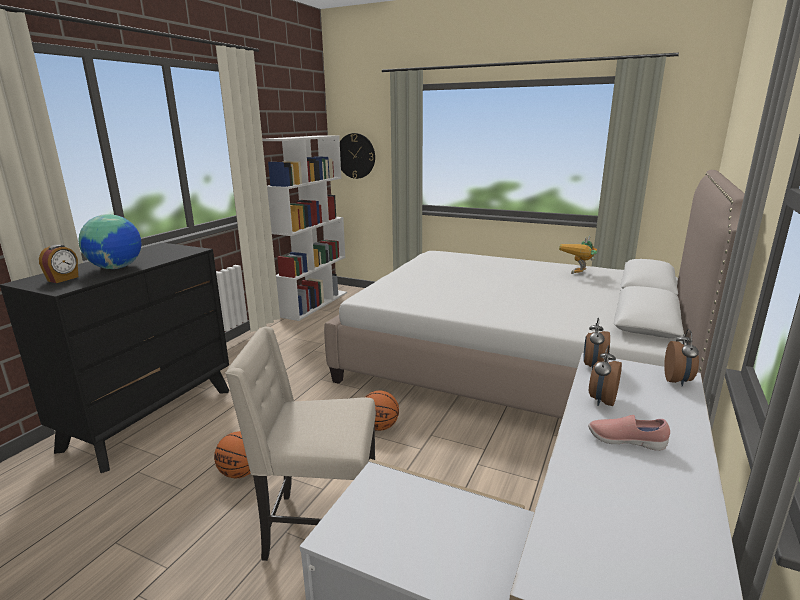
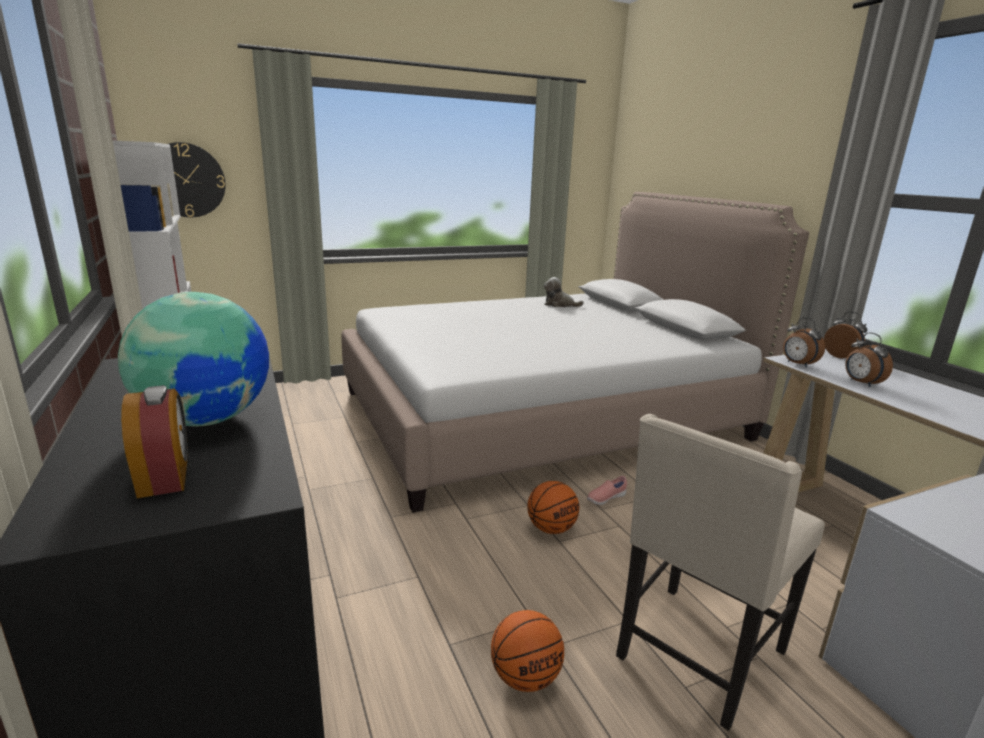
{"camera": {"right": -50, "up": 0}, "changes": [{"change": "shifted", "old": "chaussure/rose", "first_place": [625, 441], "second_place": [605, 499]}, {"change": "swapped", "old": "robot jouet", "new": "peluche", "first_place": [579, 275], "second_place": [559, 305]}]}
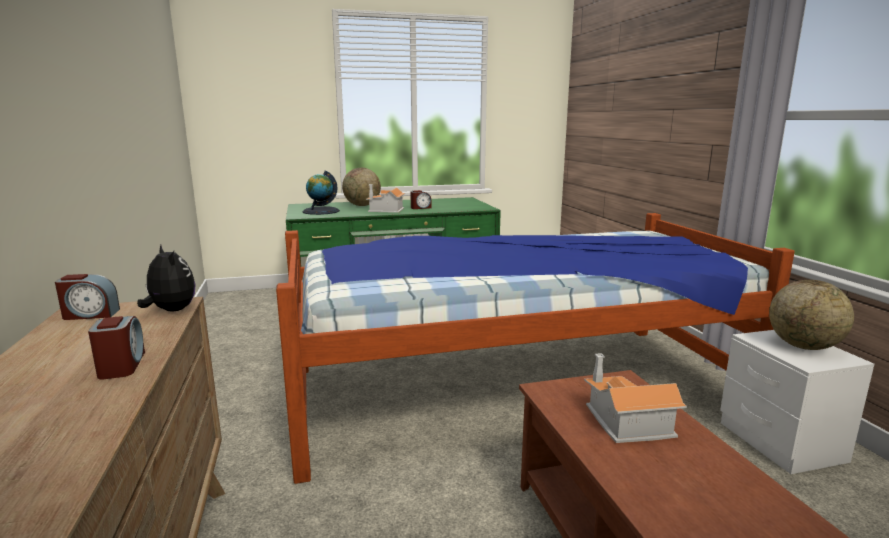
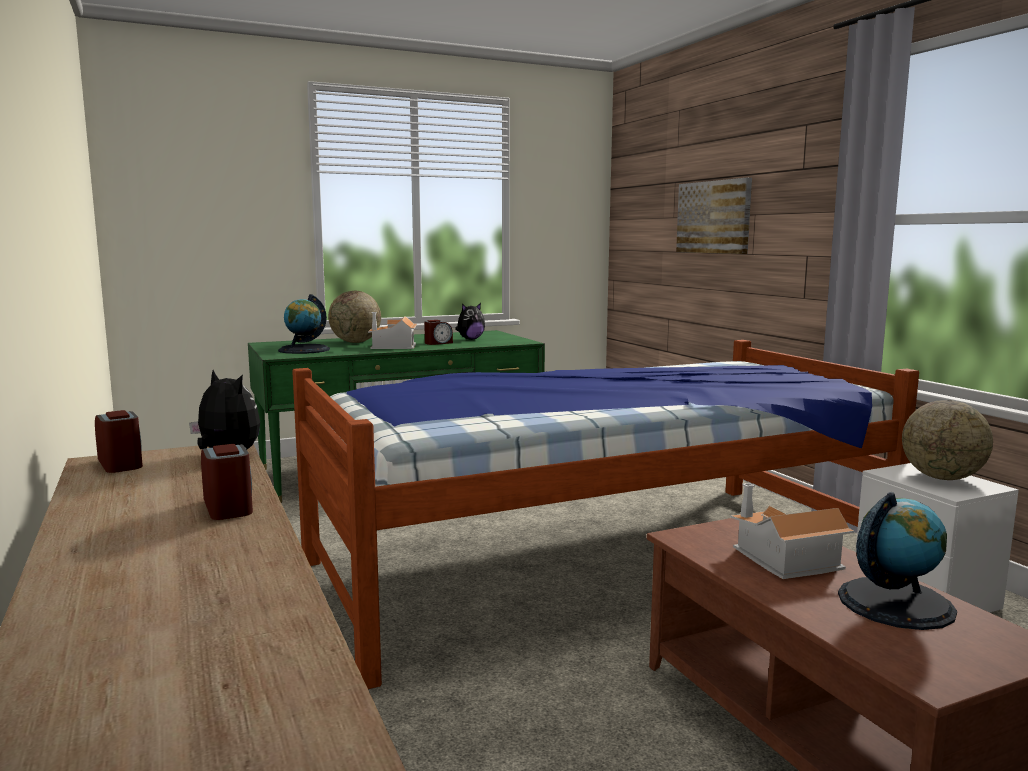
{"camera": {"right": -10, "up": -5}, "changes": [{"change": "new", "new": "peluche", "second_place": [470, 339]}, {"change": "new", "new": "tableau", "second_place": [714, 217]}, {"change": "new", "new": "globe", "second_place": [895, 603]}, {"change": "rotated", "old": "réveil", "first_place": [90, 314], "second_place": [121, 463], "degrees": -105}]}
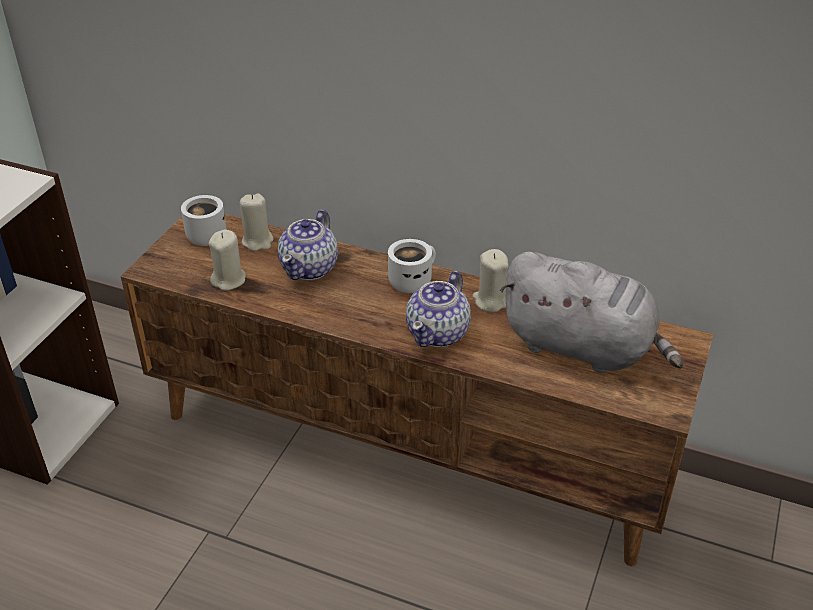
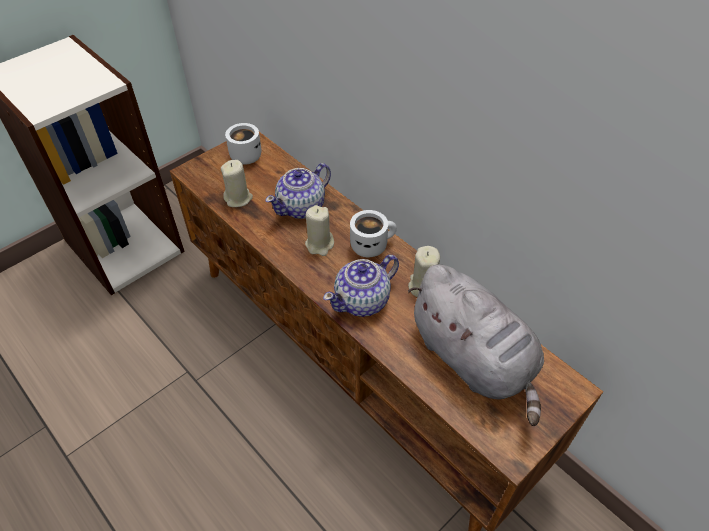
{"camera": {"right": 25, "up": 10}, "changes": [{"change": "shifted", "old": "bougie/beige", "first_place": [258, 241], "second_place": [319, 244]}]}
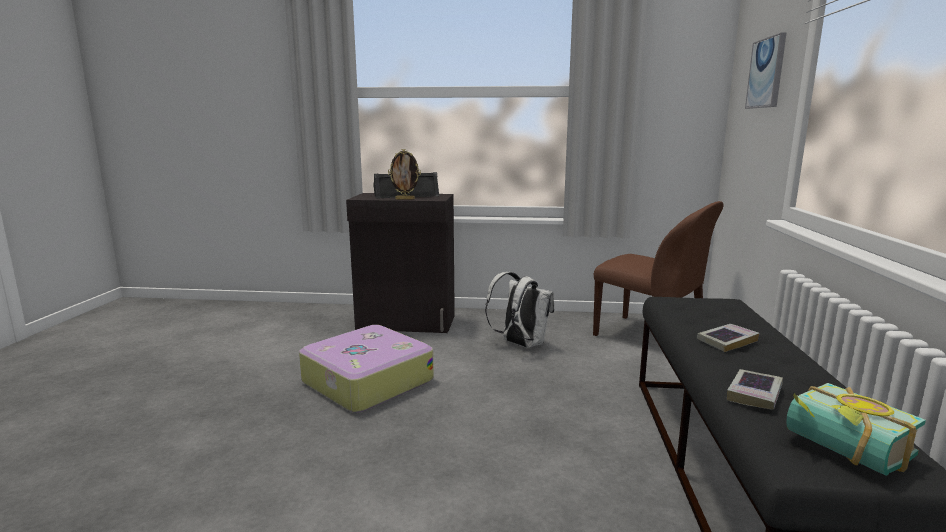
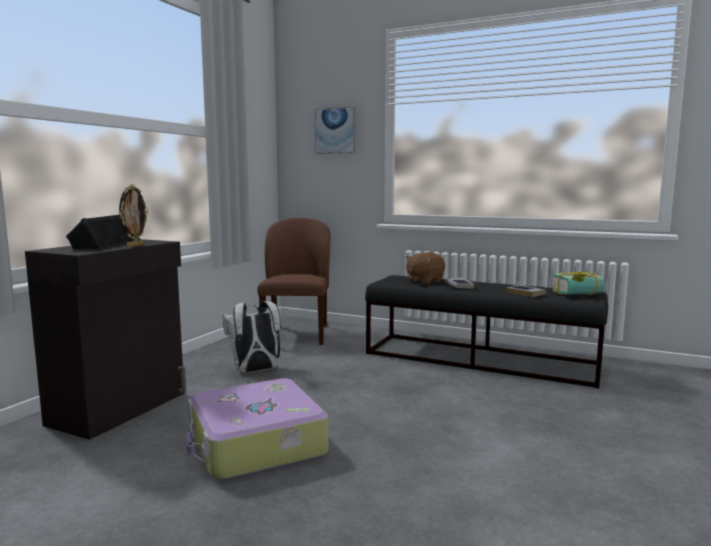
{"camera": {"right": -70, "up": -5}, "changes": [{"change": "new", "new": "peluche/marron", "second_place": [424, 281]}, {"change": "rotated", "old": "chaise/marron", "first_place": [651, 337], "second_place": [297, 334], "degrees": -60}]}
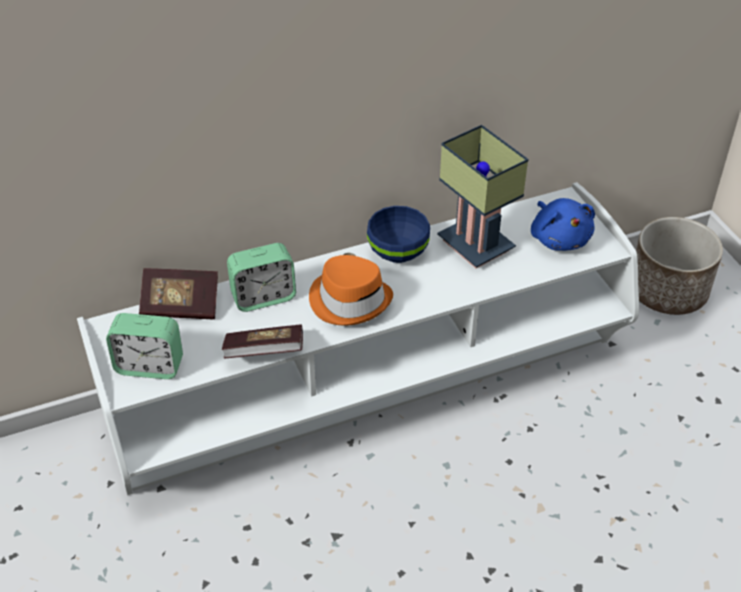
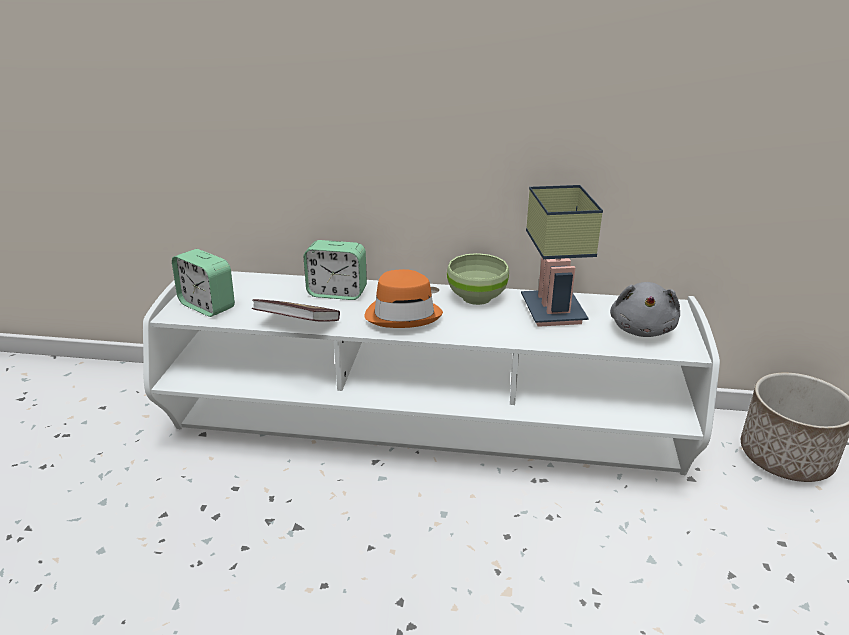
{"camera": {"right": 30, "up": -15}, "changes": [{"change": "gone", "old": "livre", "first_place": [180, 306]}, {"change": "repainted", "old": "bol/bleu", "new": "bol/vert", "first_place": [398, 252], "second_place": [478, 297]}, {"change": "repainted", "old": "peluche/bleu", "new": "peluche/gris", "first_place": [559, 238], "second_place": [642, 329]}]}
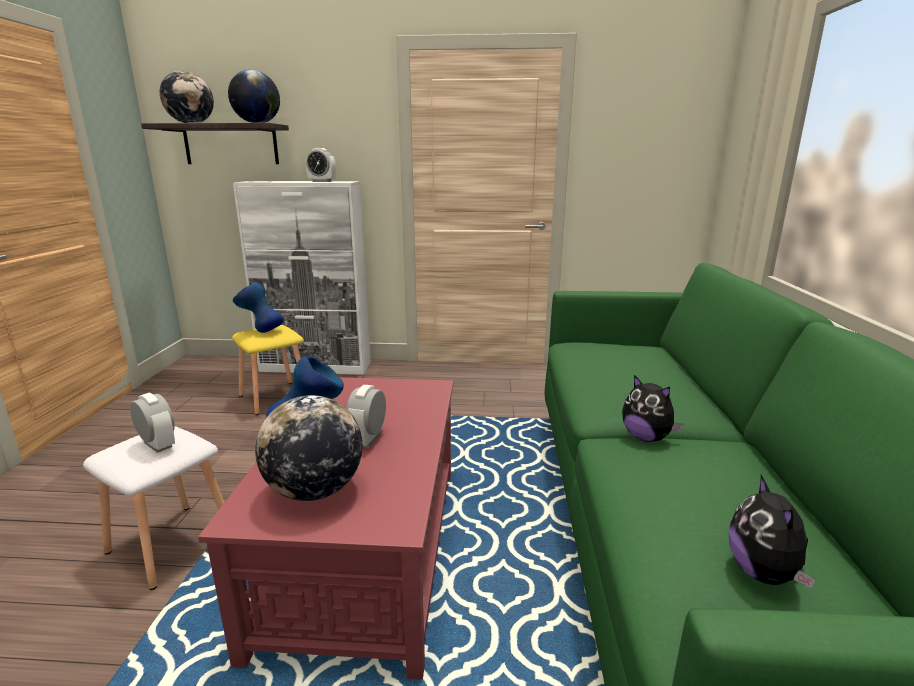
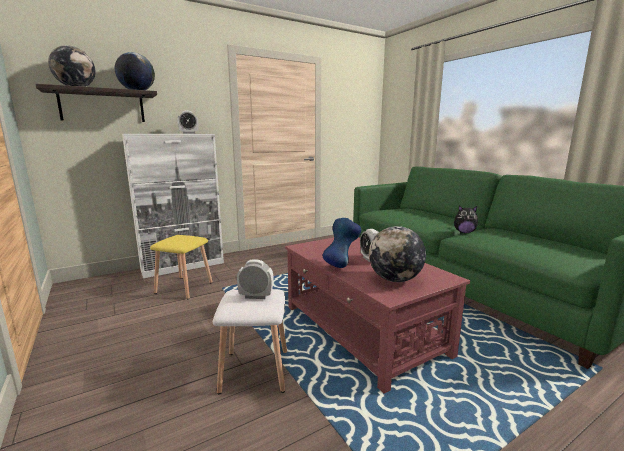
{"camera": {"right": -35, "up": -5}, "changes": [{"change": "gone", "old": "vase/bleu", "first_place": [261, 331]}, {"change": "gone", "old": "peluche", "first_place": [763, 573]}]}
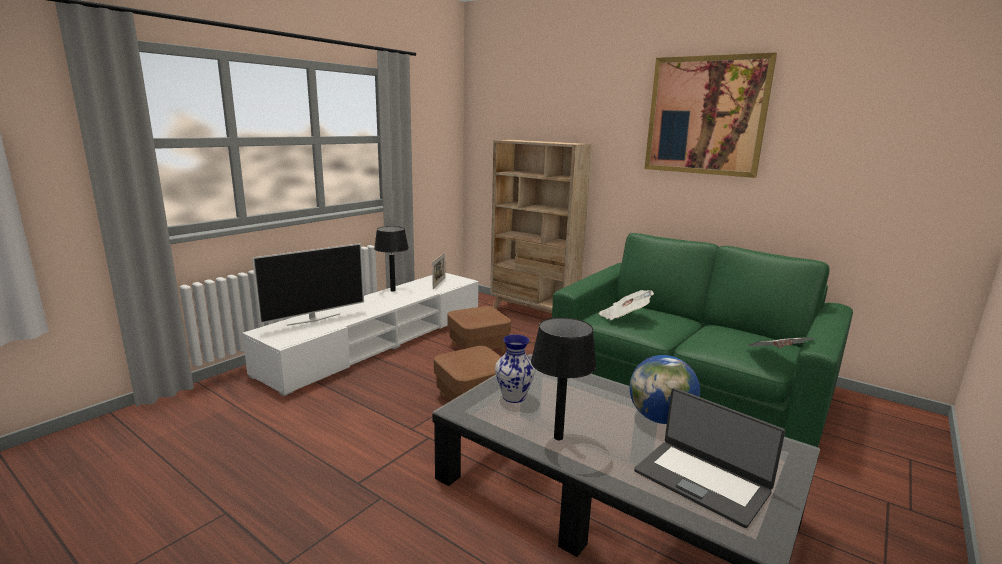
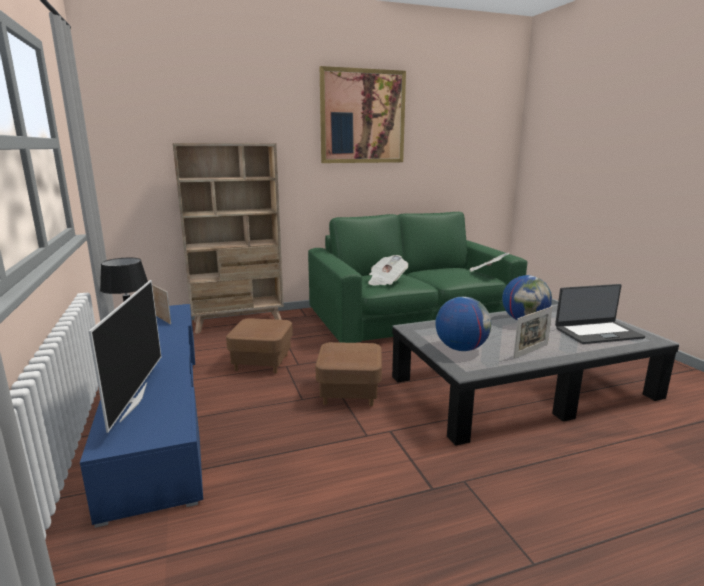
{"camera": {"right": -55, "up": 0}, "changes": [{"change": "swapped", "old": "vase", "new": "globe", "first_place": [513, 396], "second_place": [461, 348]}, {"change": "swapped", "old": "lampe de table/noir", "new": "cadre photo", "first_place": [559, 437], "second_place": [530, 351]}, {"change": "repainted", "old": "meuble télé/blanc", "new": "meuble télé/bleu", "first_place": [380, 341], "second_place": [160, 404]}]}
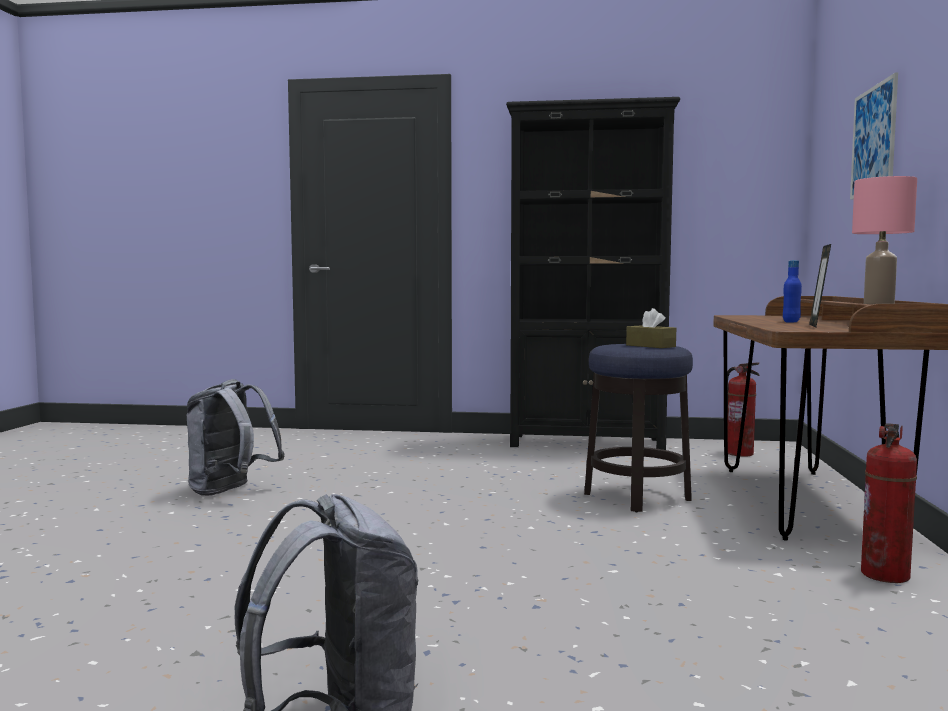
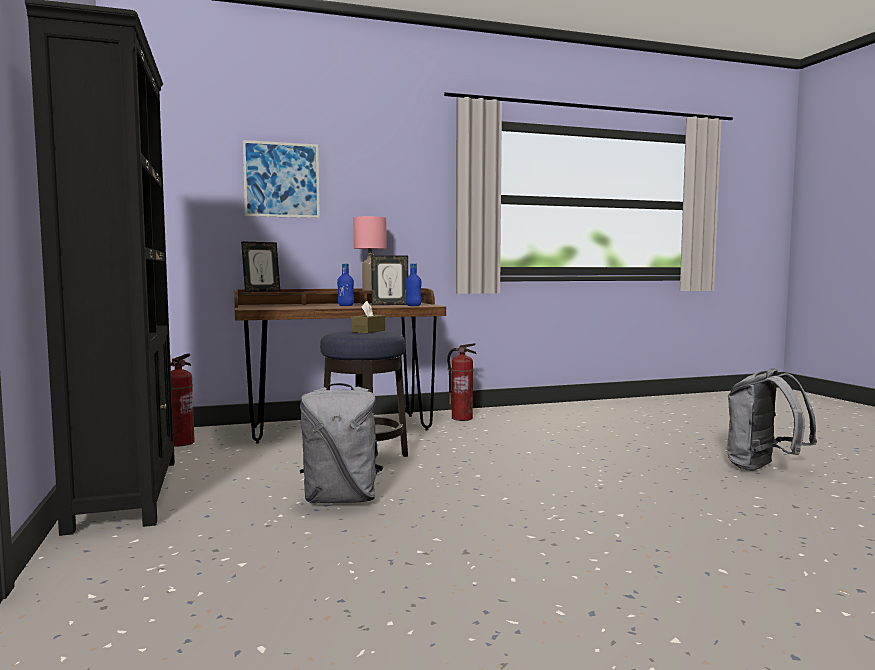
{"camera": {"right": -115, "up": 0}, "changes": [{"change": "new", "new": "cadre photo", "second_place": [261, 291]}, {"change": "new", "new": "bouteille/bleu", "second_place": [413, 306]}, {"change": "shifted", "old": "sac à dos/gris", "first_place": [230, 491], "second_place": [341, 499]}]}
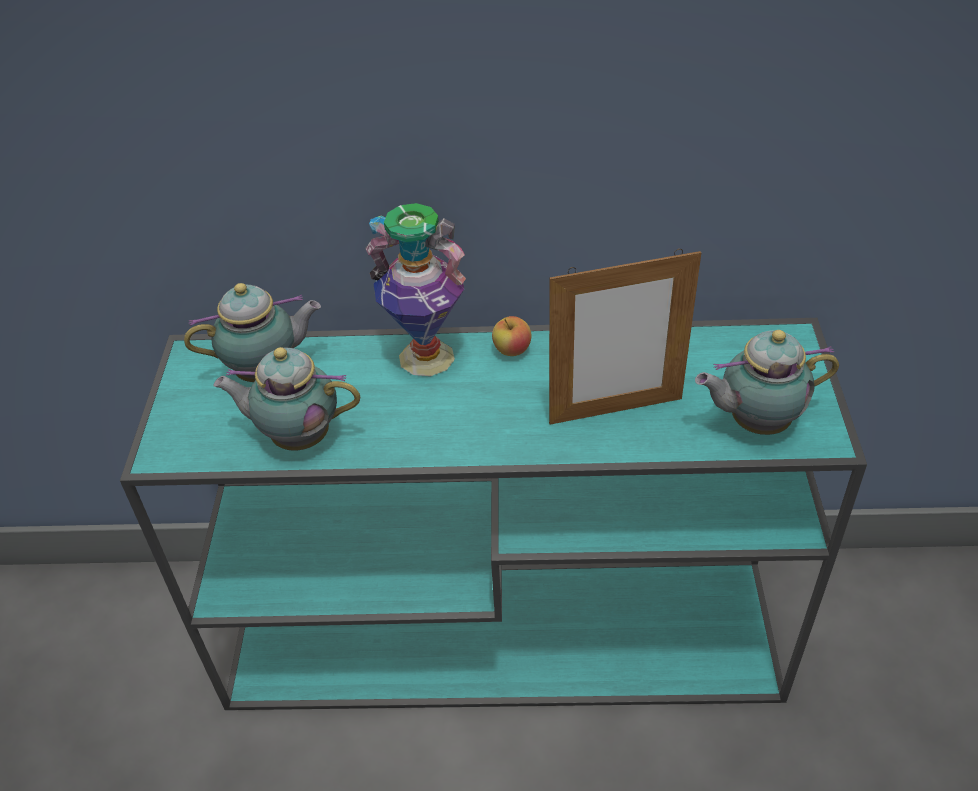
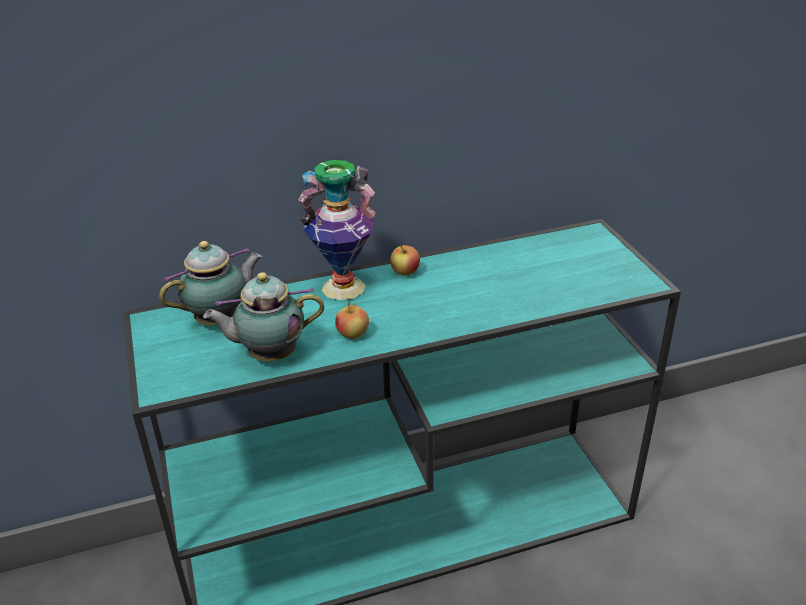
{"camera": {"right": -20, "up": -10}, "changes": [{"change": "gone", "old": "cadre photo", "first_place": [615, 410]}, {"change": "gone", "old": "théière", "first_place": [755, 422]}, {"change": "new", "new": "pomme", "second_place": [352, 334]}]}
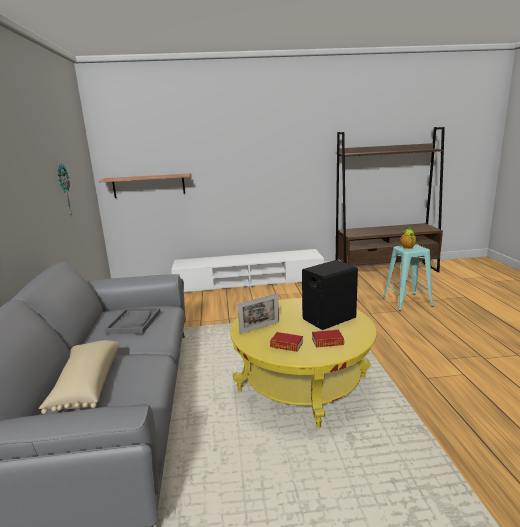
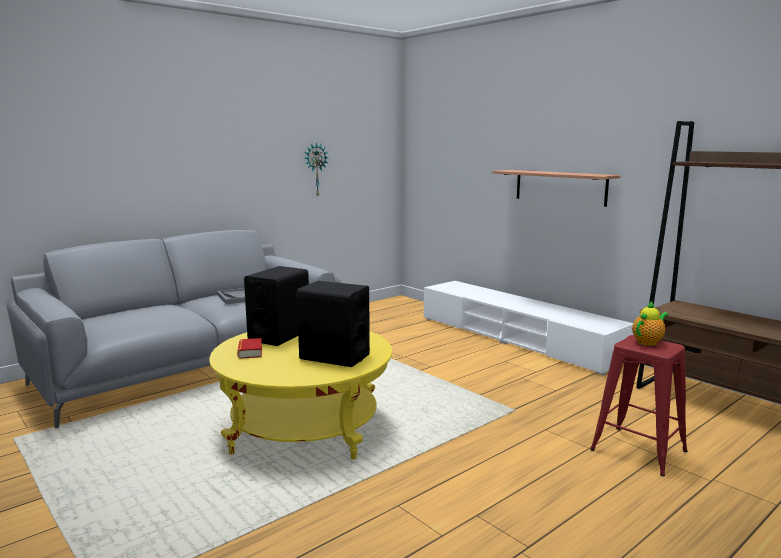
{"camera": {"right": 55, "up": -5}, "changes": [{"change": "gone", "old": "coussin/beige", "first_place": [86, 385]}, {"change": "gone", "old": "livre", "first_place": [327, 342]}, {"change": "shifted", "old": "étagère", "first_place": [149, 185], "second_place": [560, 187]}, {"change": "swapped", "old": "cadre photo", "new": "enceinte/noir", "first_place": [259, 328], "second_place": [279, 335]}, {"change": "repainted", "old": "tabouret/turquoise", "new": "tabouret/rouge", "first_place": [407, 302], "second_place": [638, 450]}]}
